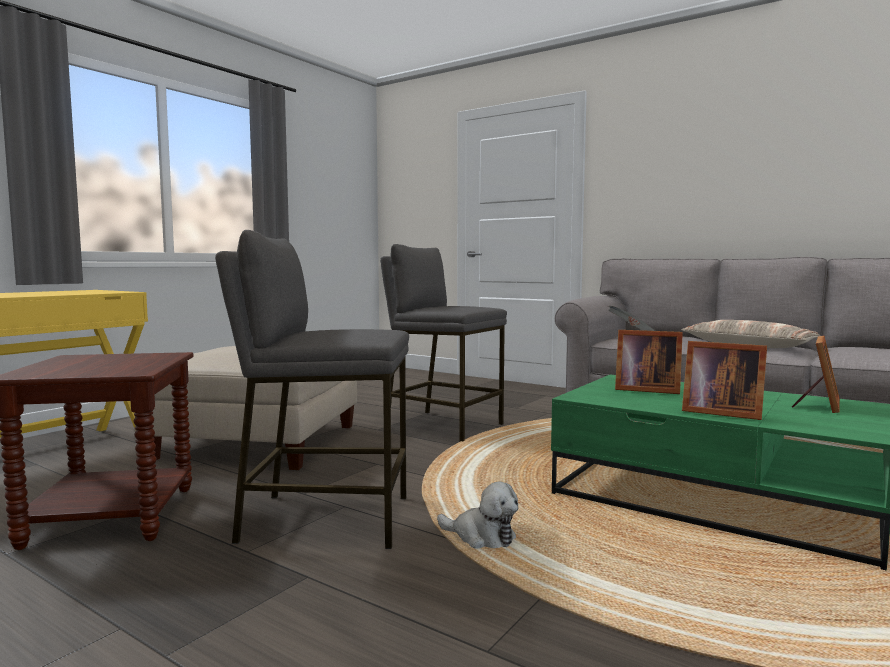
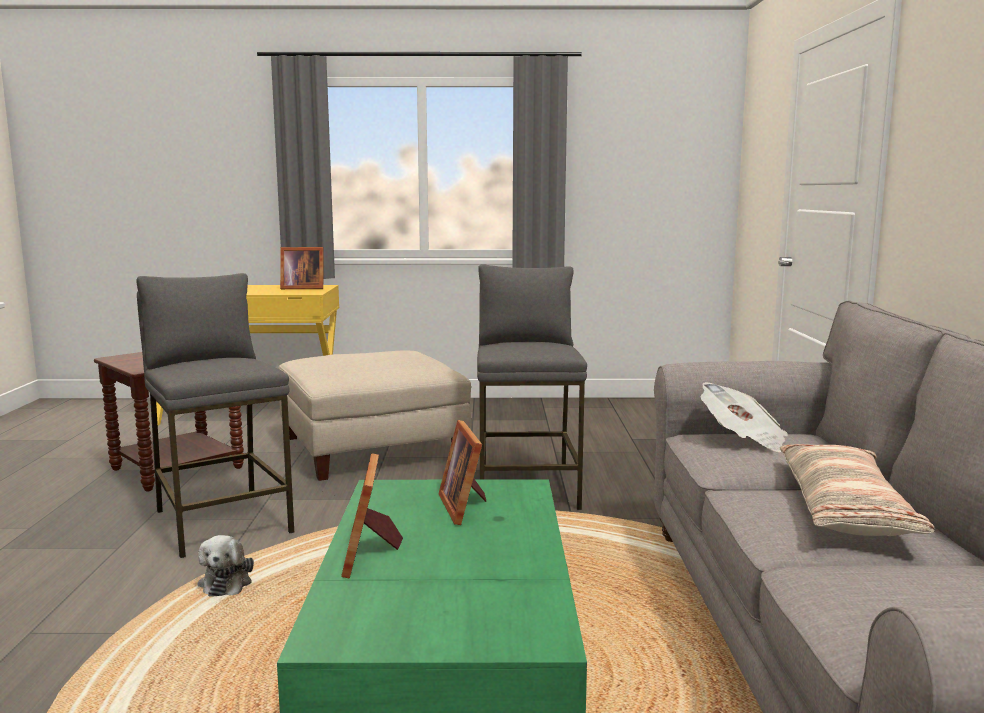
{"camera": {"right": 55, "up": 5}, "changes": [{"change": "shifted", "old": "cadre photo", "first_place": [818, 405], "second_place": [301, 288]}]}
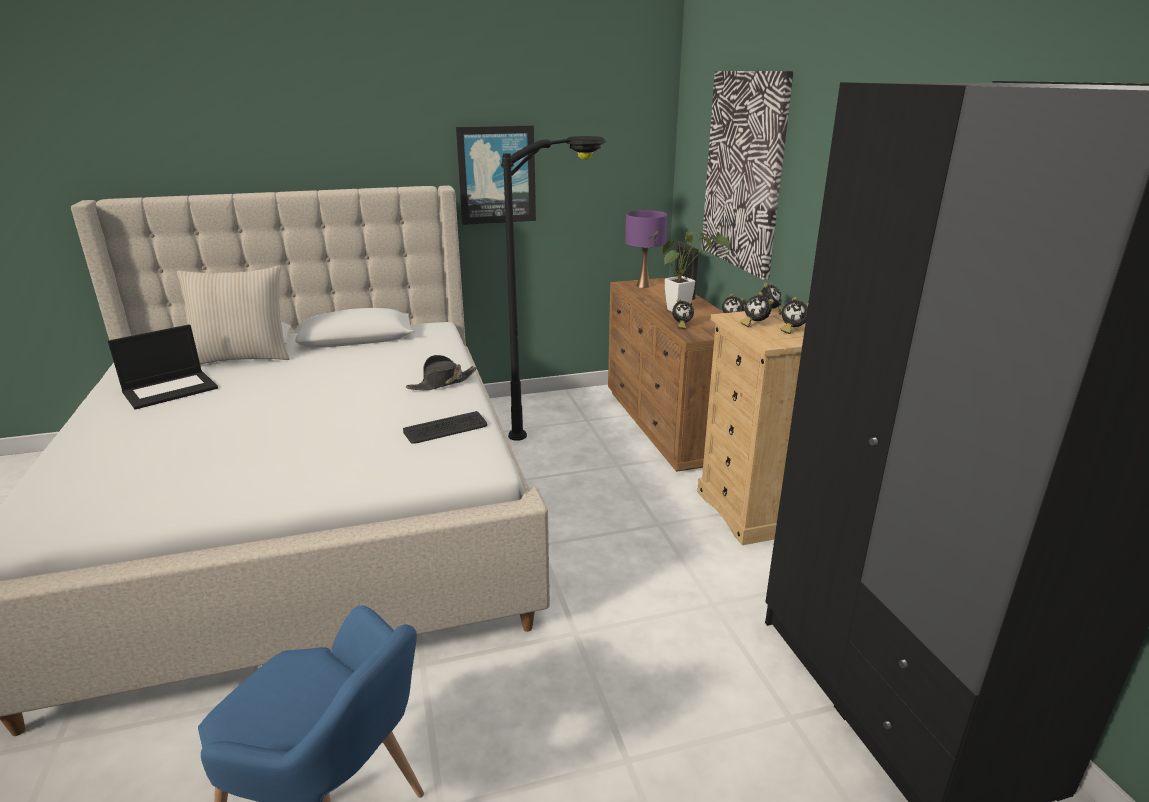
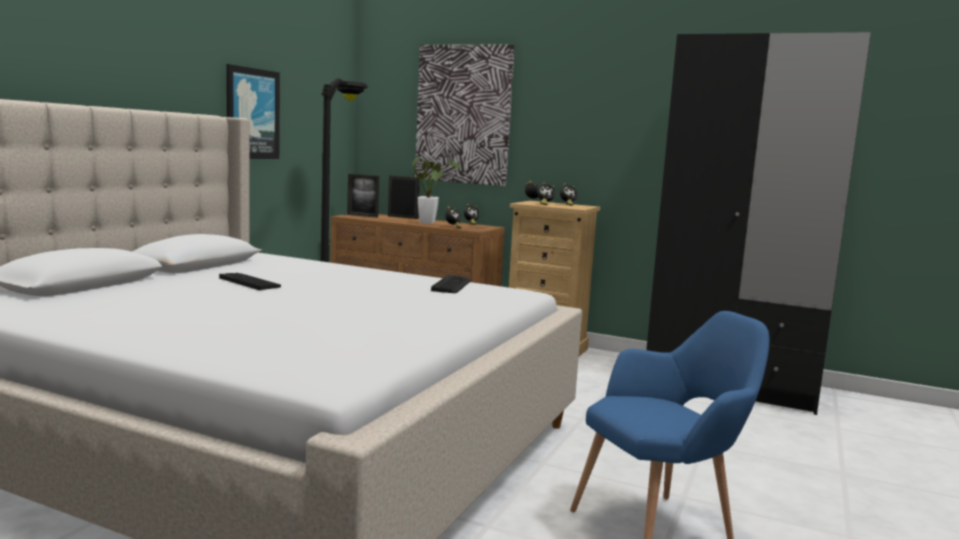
{"camera": {"right": -50, "up": -15}, "changes": [{"change": "gone", "old": "ordinateur portable", "first_place": [171, 389]}, {"change": "gone", "old": "coussin/beige", "first_place": [242, 357]}, {"change": "gone", "old": "chapeau/noir", "first_place": [442, 383]}, {"change": "new", "new": "clavier", "second_place": [250, 282]}, {"change": "swapped", "old": "lampe de table/violet", "new": "cadre photo", "first_place": [643, 285], "second_place": [362, 216]}]}
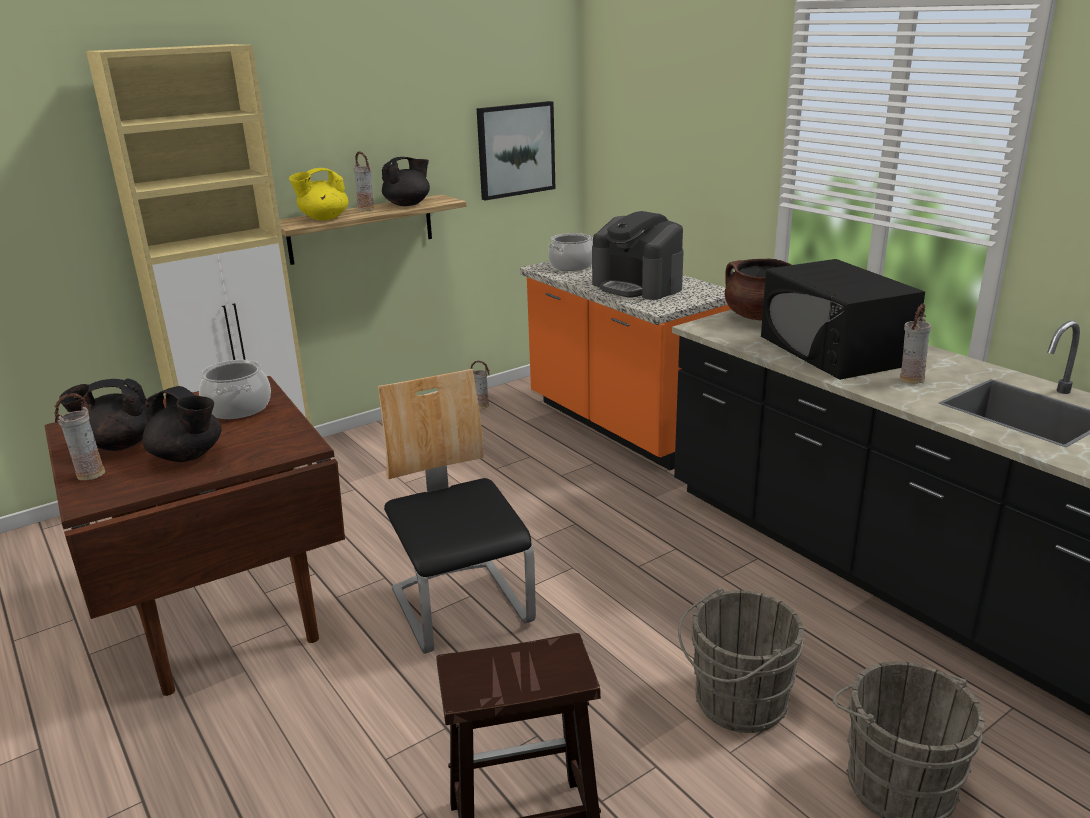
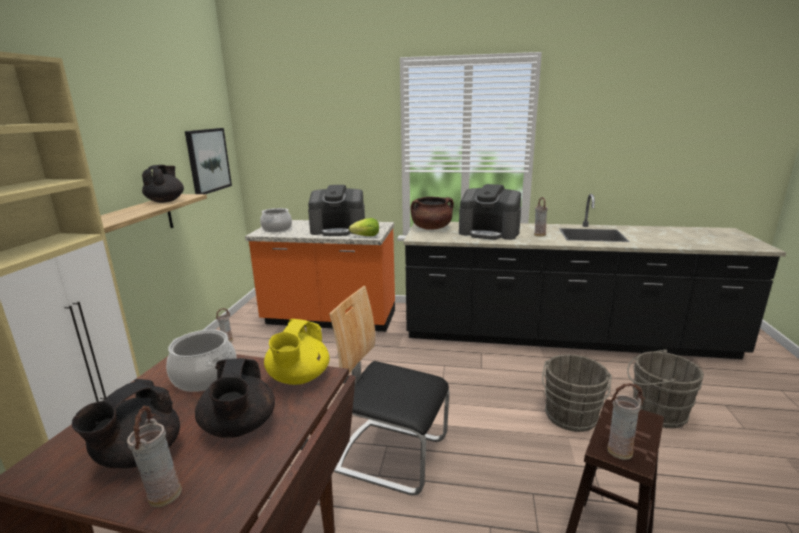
{"camera": {"right": -45, "up": -5}, "changes": [{"change": "new", "new": "laitue", "second_place": [366, 236]}, {"change": "shifted", "old": "théière/jaune", "first_place": [323, 218], "second_place": [298, 378]}, {"change": "shifted", "old": "vase", "first_place": [366, 210], "second_place": [619, 451]}, {"change": "swapped", "old": "micro-ondes/noir", "new": "machine à café", "first_place": [833, 350], "second_place": [489, 232]}, {"change": "rotated", "old": "théière/noir", "first_place": [188, 456], "second_place": [239, 428], "degrees": 90}]}
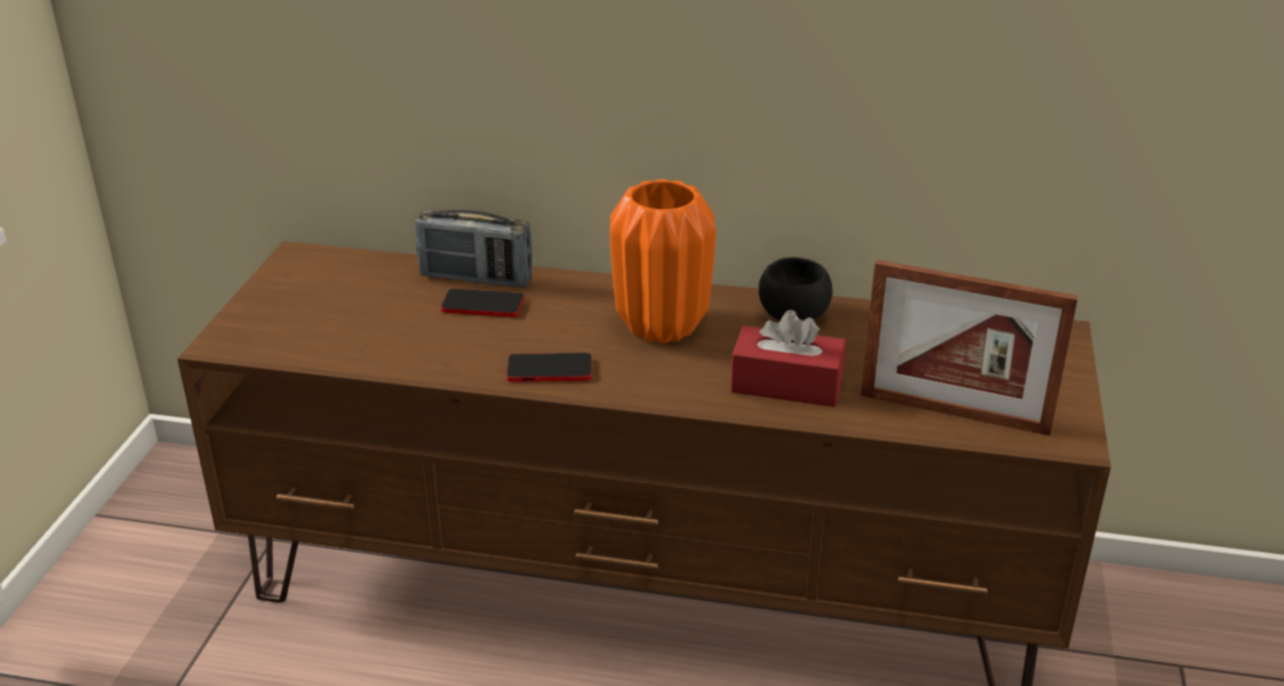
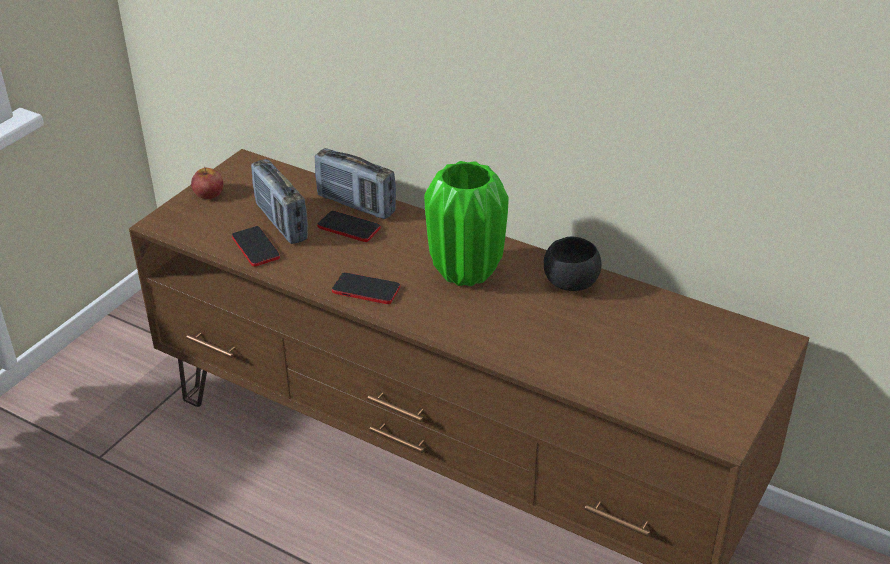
{"camera": {"right": 20, "up": 5}, "changes": [{"change": "gone", "old": "boîte à mouchoirs/rouge", "first_place": [787, 384]}, {"change": "gone", "old": "cadre photo", "first_place": [954, 413]}, {"change": "new", "new": "pomme", "second_place": [208, 193]}, {"change": "new", "new": "téléphone", "second_place": [255, 247]}, {"change": "new", "new": "radio", "second_place": [281, 222]}, {"change": "repainted", "old": "vase/orange", "new": "vase/vert", "first_place": [660, 327], "second_place": [465, 272]}]}
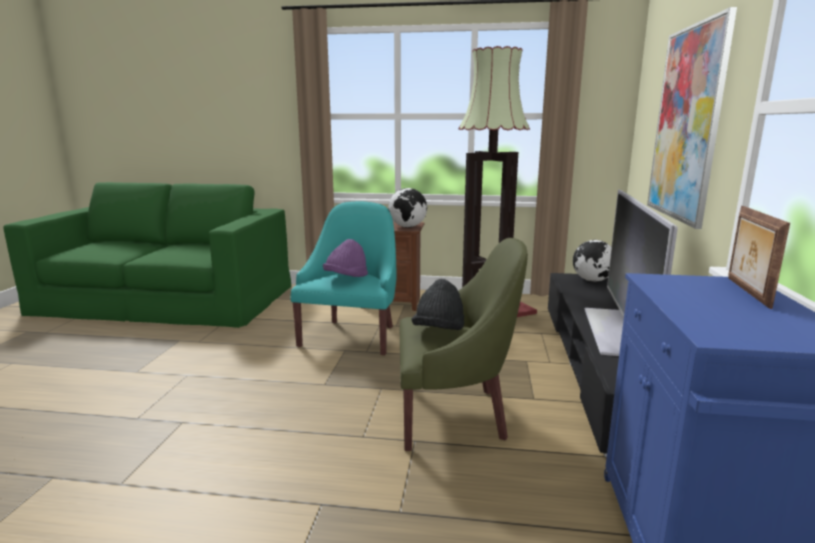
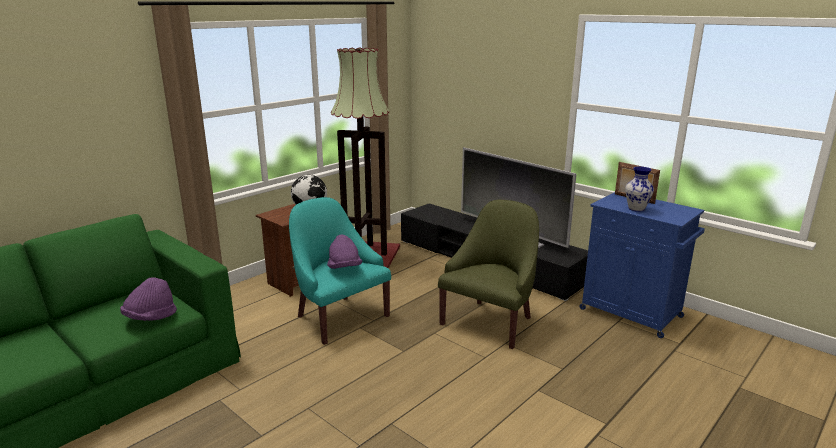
{"camera": {"right": -55, "up": 5}, "changes": [{"change": "gone", "old": "chapeau/noir", "first_place": [439, 331]}, {"change": "gone", "old": "globe", "first_place": [592, 280]}, {"change": "gone", "old": "tableau", "first_place": [686, 124]}, {"change": "new", "new": "chapeau/violet", "second_place": [150, 317]}, {"change": "new", "new": "vase", "second_place": [636, 209]}]}
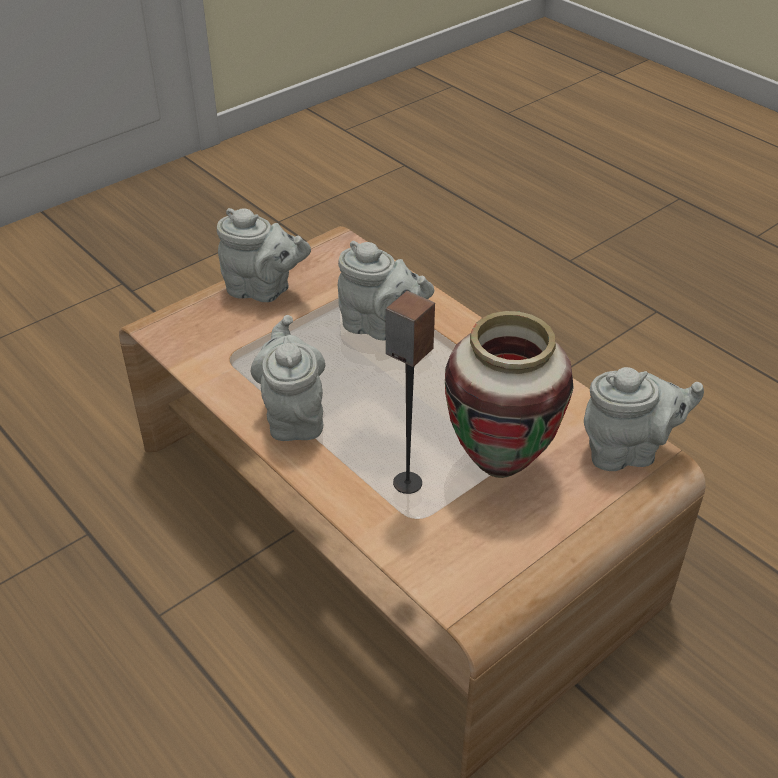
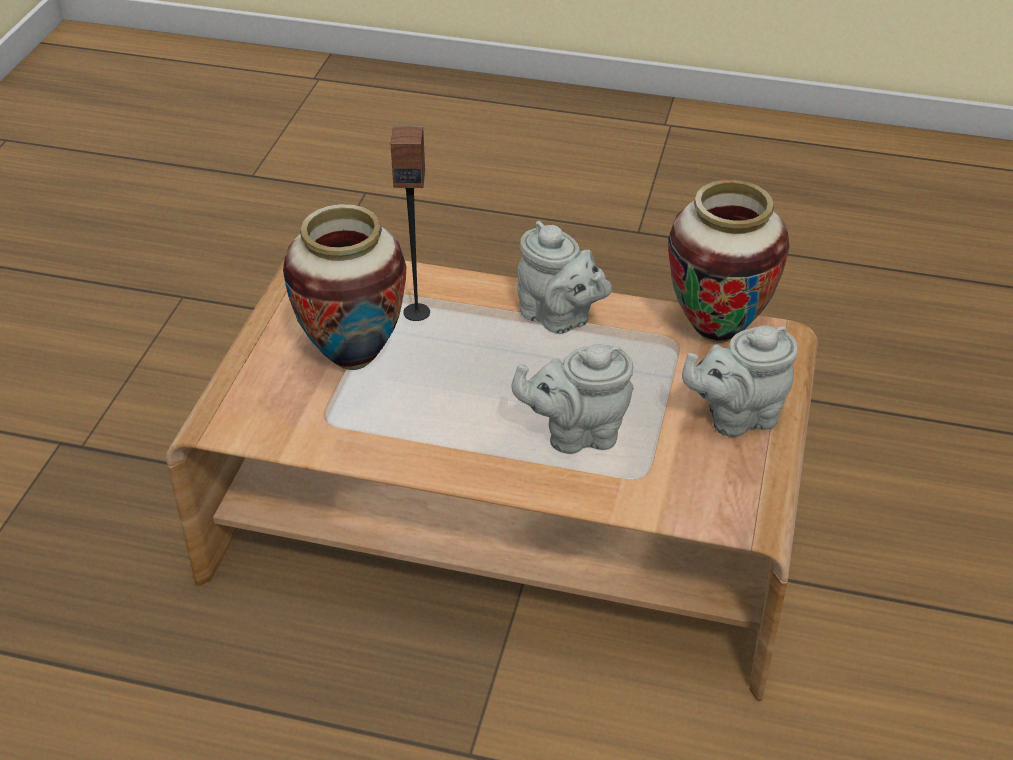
{"camera": {"right": 145, "up": 0}, "changes": [{"change": "gone", "old": "théière/gris", "first_place": [627, 451]}, {"change": "new", "new": "vase", "second_place": [717, 331]}]}
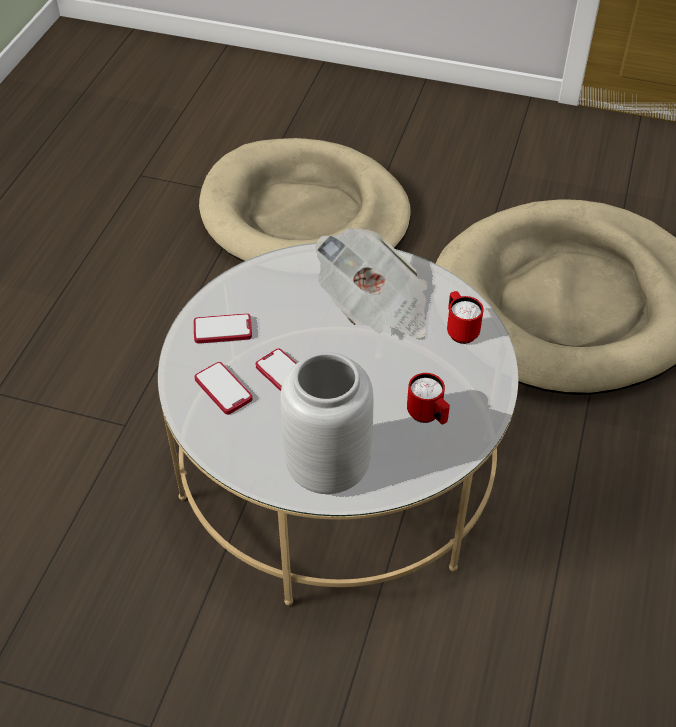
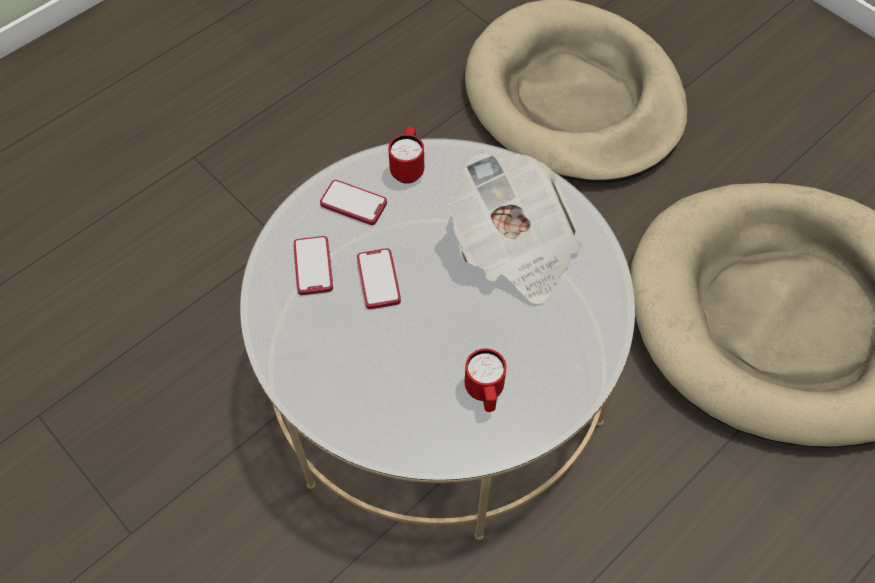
{"camera": {"right": 30, "up": 10}, "changes": [{"change": "gone", "old": "vase/gris", "first_place": [328, 469]}, {"change": "shifted", "old": "mug/rouge", "first_place": [460, 330], "second_place": [408, 168]}]}
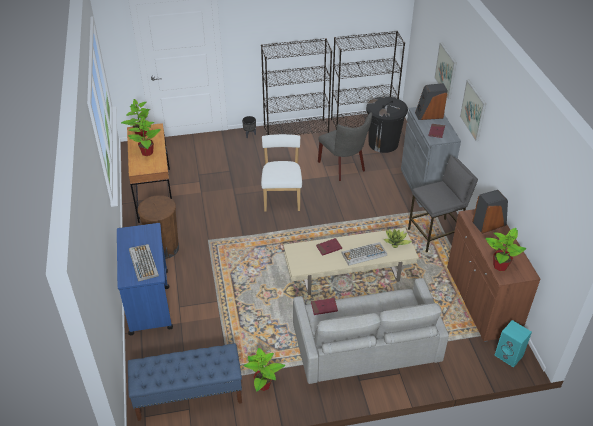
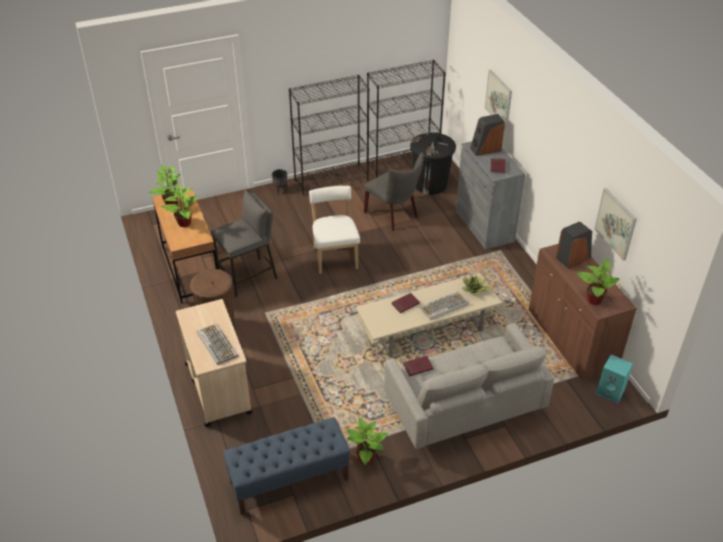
{"camera": {"right": -10, "up": 0}, "changes": [{"change": "shifted", "old": "tabouret/gris", "first_place": [436, 235], "second_place": [248, 277]}, {"change": "shifted", "old": "tableau", "first_place": [473, 110], "second_place": [615, 223]}, {"change": "repainted", "old": "chariot/bleu", "new": "chariot/beige", "first_place": [149, 301], "second_place": [218, 387]}]}
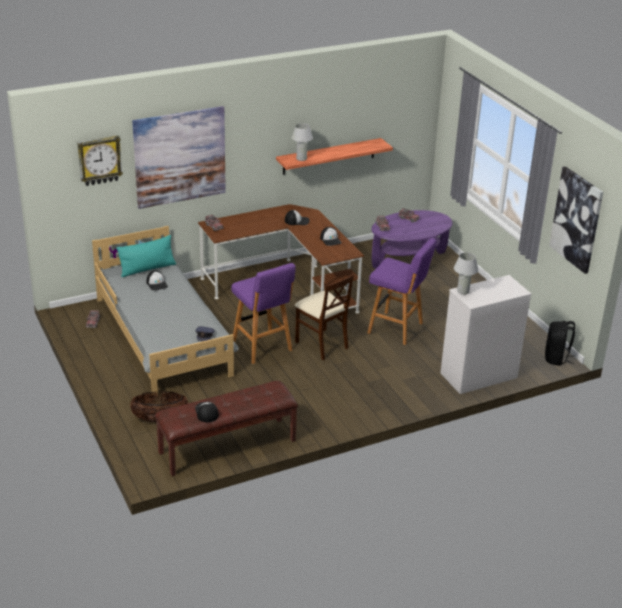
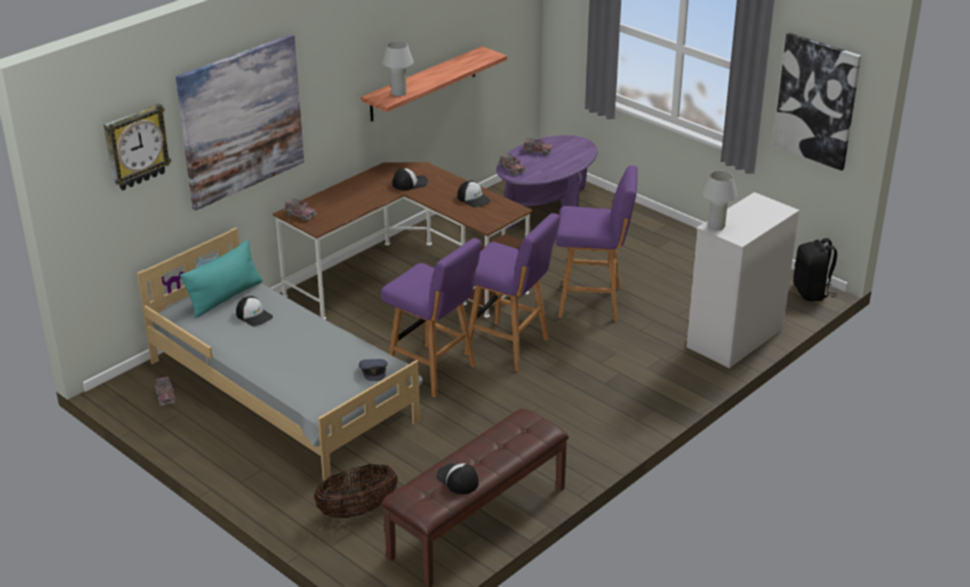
{"camera": {"right": -20, "up": 0}, "changes": [{"change": "swapped", "old": "chaise/beige", "new": "tabouret/violet", "first_place": [321, 344], "second_place": [509, 347]}]}
